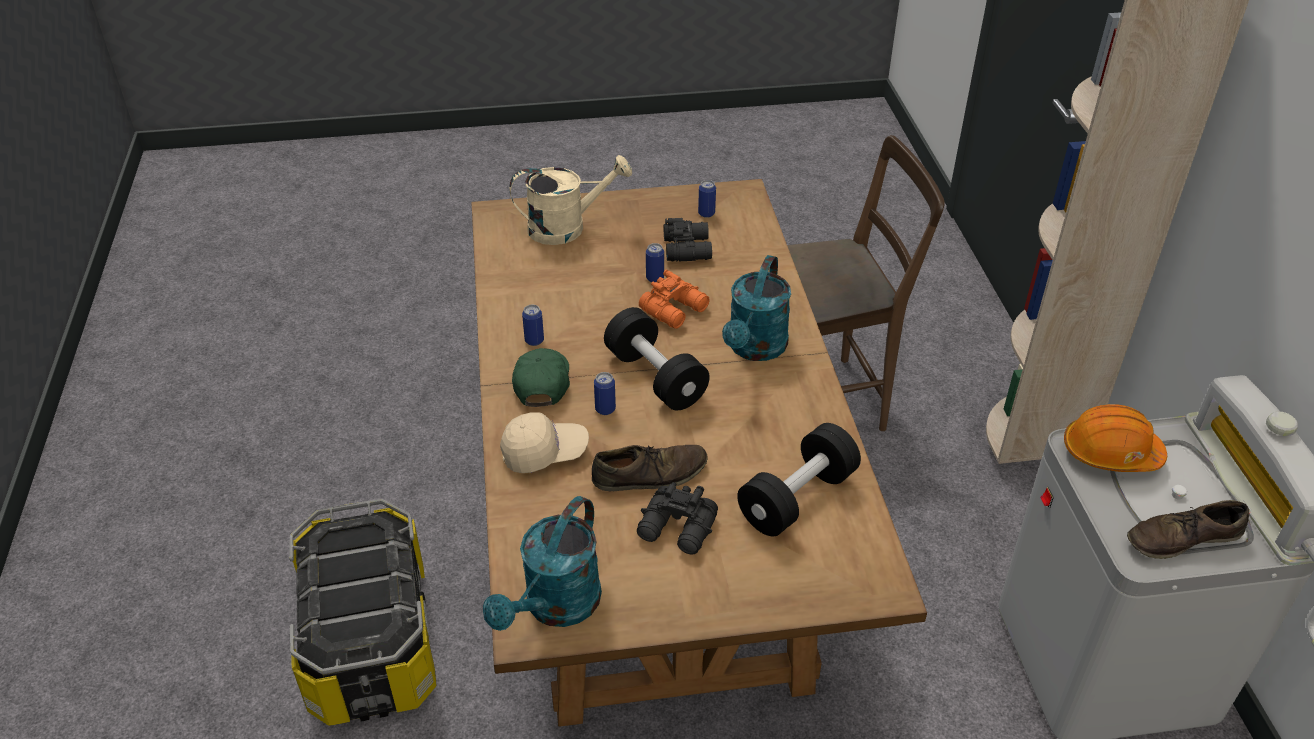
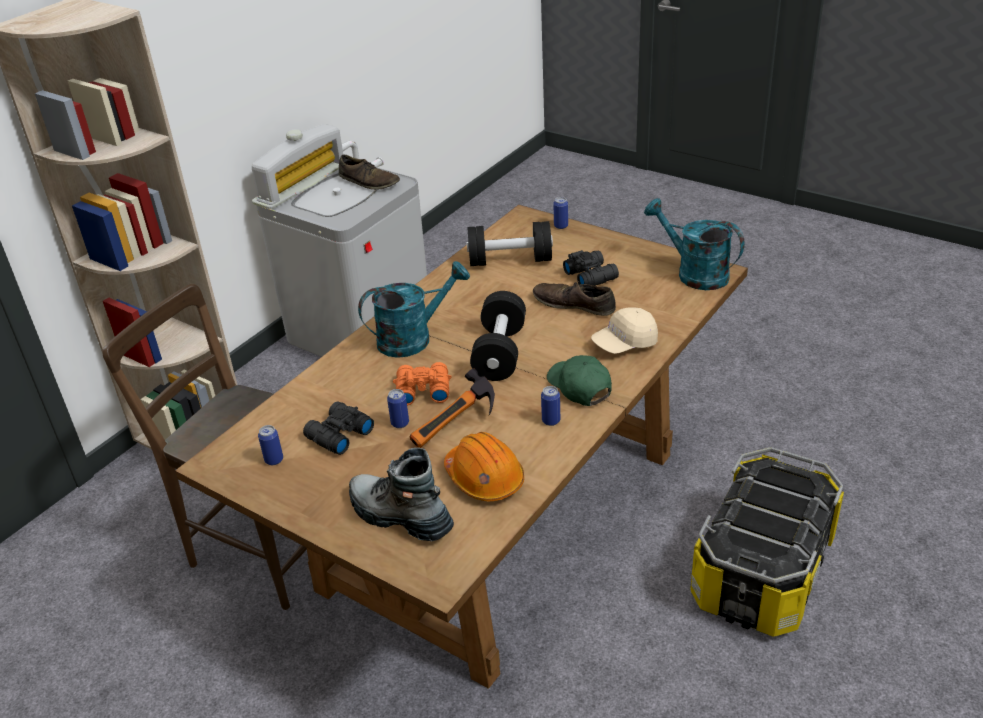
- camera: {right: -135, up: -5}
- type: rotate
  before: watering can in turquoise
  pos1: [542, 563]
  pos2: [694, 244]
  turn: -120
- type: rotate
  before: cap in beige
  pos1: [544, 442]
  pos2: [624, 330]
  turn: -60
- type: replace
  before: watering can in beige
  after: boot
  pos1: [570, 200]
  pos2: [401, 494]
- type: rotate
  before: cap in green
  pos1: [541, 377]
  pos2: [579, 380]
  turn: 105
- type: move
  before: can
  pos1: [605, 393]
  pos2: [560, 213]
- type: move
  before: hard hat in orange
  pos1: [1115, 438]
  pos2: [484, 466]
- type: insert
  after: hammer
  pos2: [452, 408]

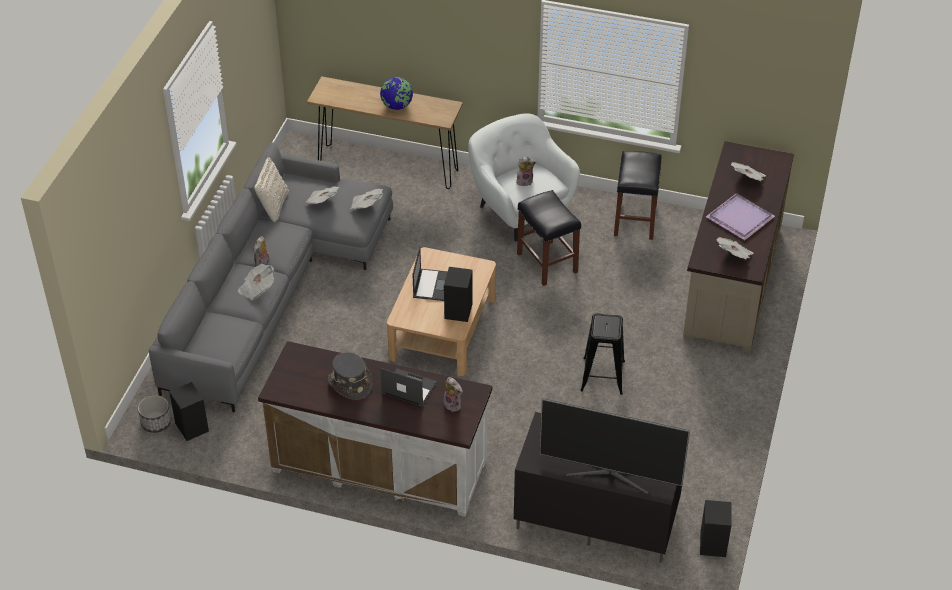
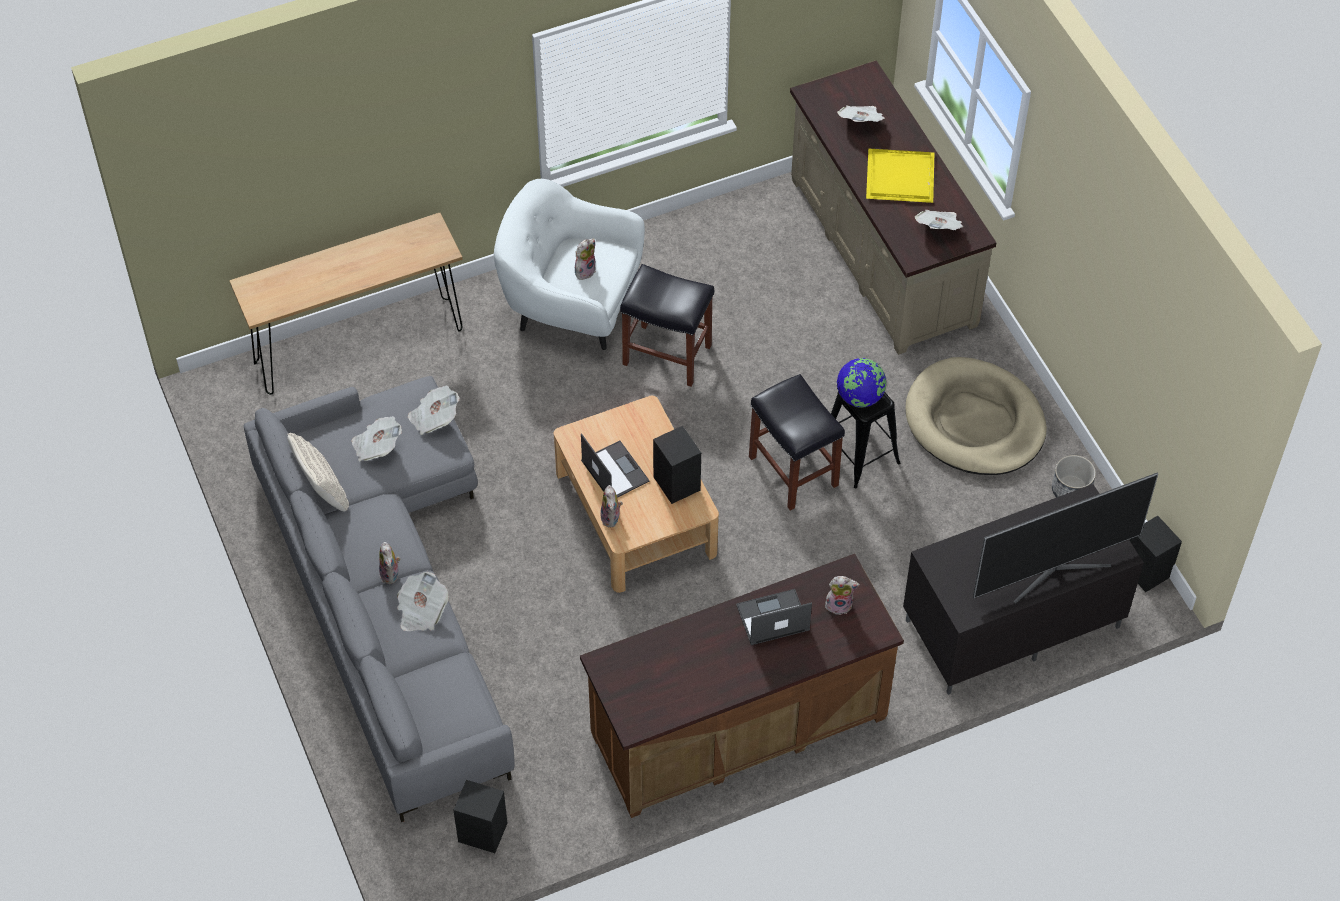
- camera: {right: -40, up: 10}
- type: move
  before: planter
  pos1: [154, 414]
  pos2: [1074, 476]
- type: recolor
  before: cabinet in white
  after: cabinet in brown
  pos1: [375, 429]
  pos2: [742, 686]
- type: delete
  before: hat in grey
  pos1: [350, 376]
- type: move
  before: globe
  pos1: [396, 93]
  pos2: [861, 383]
- type: move
  before: stool in black
  pos1: [638, 195]
  pos2: [797, 442]
- type: recolor
  before: tray in purple
  after: tray in yellow
  pos1: [740, 216]
  pos2: [900, 176]
- type: insert
  after: plush toy
  pos2: [611, 506]
- type: insert
  after: dog bed in beige
  pos2: [976, 416]

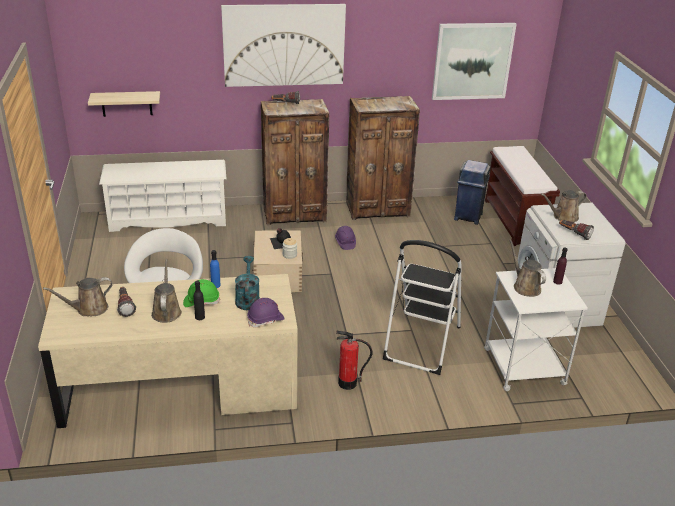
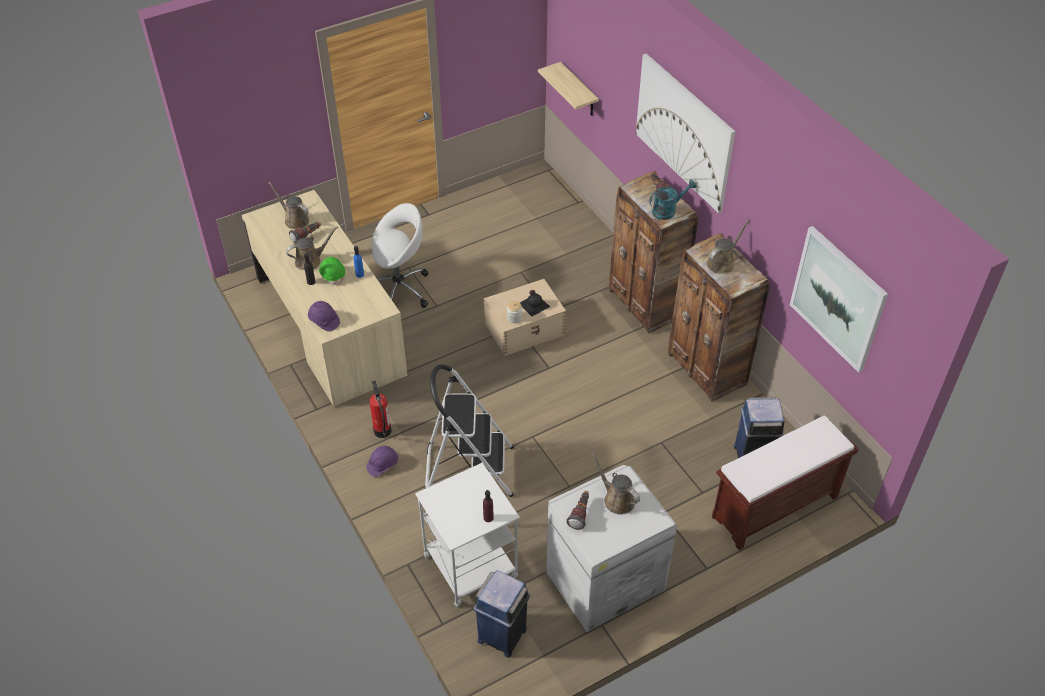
- camera: {right: 70, up: 15}
- type: delete
  before: shoe rack in white
  pos1: [162, 196]
- type: move
  before: watering can in turquoise
  pos1: [247, 283]
  pos2: [673, 200]
- type: move
  before: hard hat in purple
  pos1: [345, 238]
  pos2: [382, 461]
- type: move
  before: watering can in brown
  pos1: [527, 268]
  pos2: [728, 247]
- type: insert
  after: trash can in blue
  pos2: [501, 614]

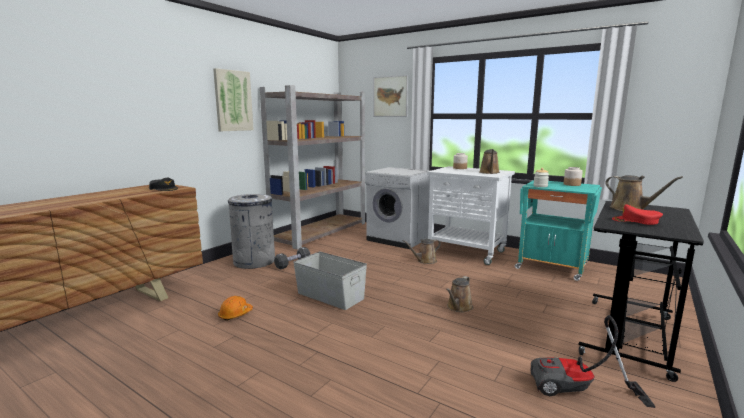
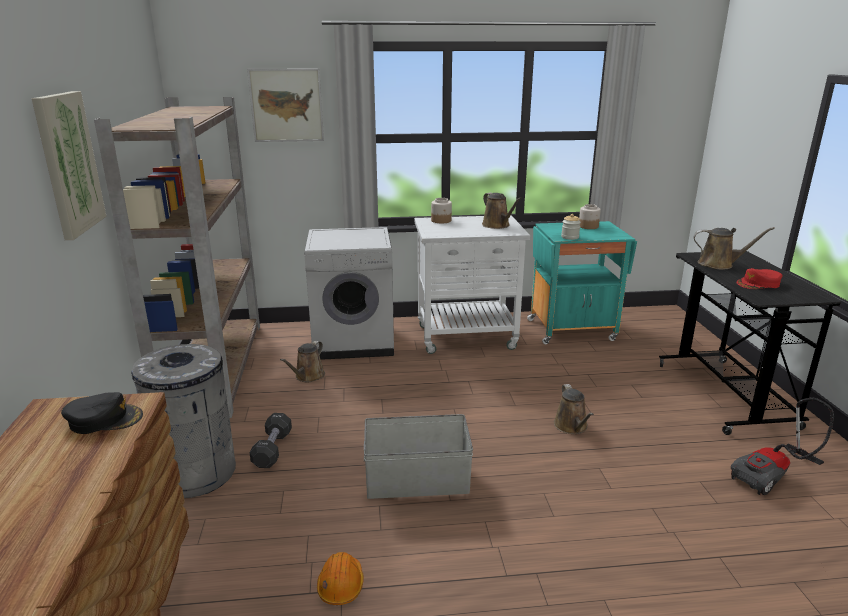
- camera: {right: -40, up: 10}
- type: move
  before: watering can in brown
  pos1: [422, 251]
  pos2: [302, 361]

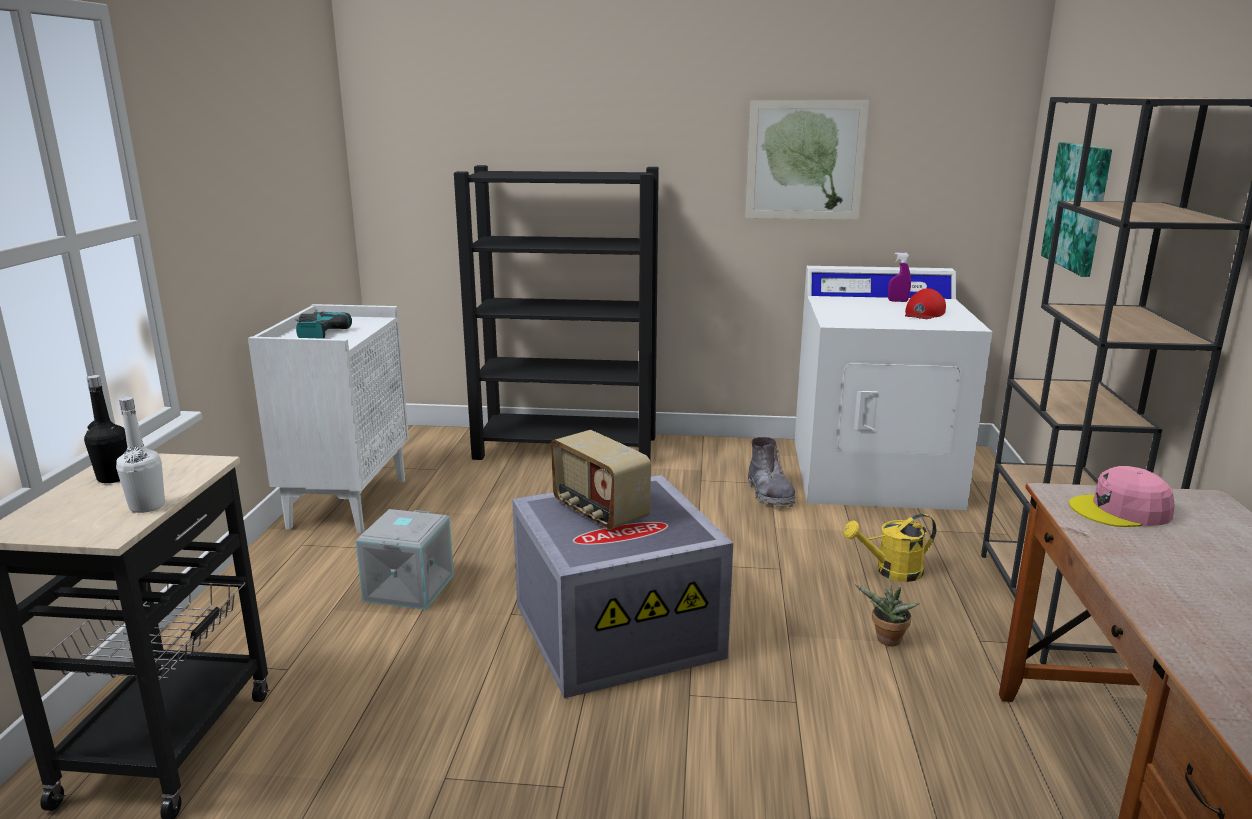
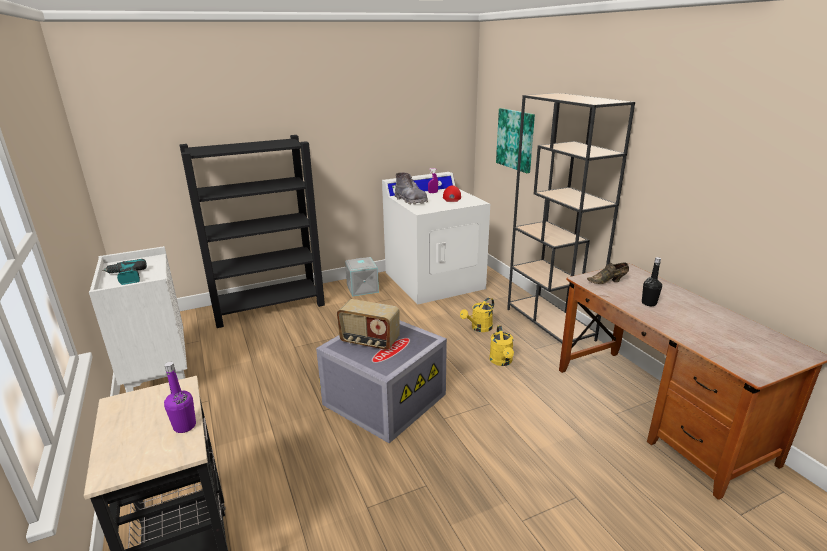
- camera: {right: -30, up: 5}
- type: move
  before: bottle in black
  pos1: [105, 429]
  pos2: [652, 281]
- type: recolor
  before: bottle in white
  after: bottle in purple
  pos1: [140, 455]
  pos2: [180, 397]
- type: move
  before: storage box in grey
  pos1: [405, 559]
  pos2: [362, 277]
- type: delete
  before: picture
  pos1: [807, 160]
- type: move
  before: boot in grey
  pos1: [772, 472]
  pos2: [411, 188]
- type: replace
  before: potted plant
  after: watering can in yellow
  pos1: [887, 615]
  pos2: [501, 346]
- type: replace
  before: cap in pink
  after: shoe in brown
  pos1: [1122, 496]
  pos2: [608, 273]

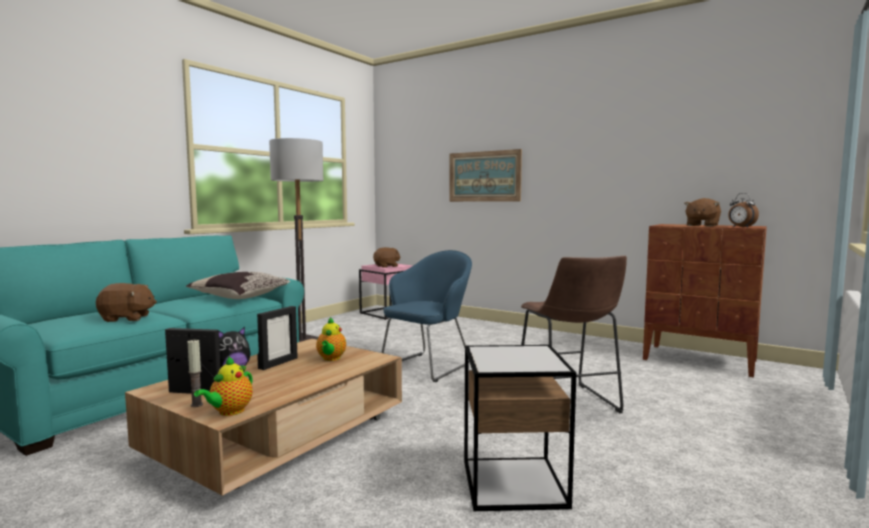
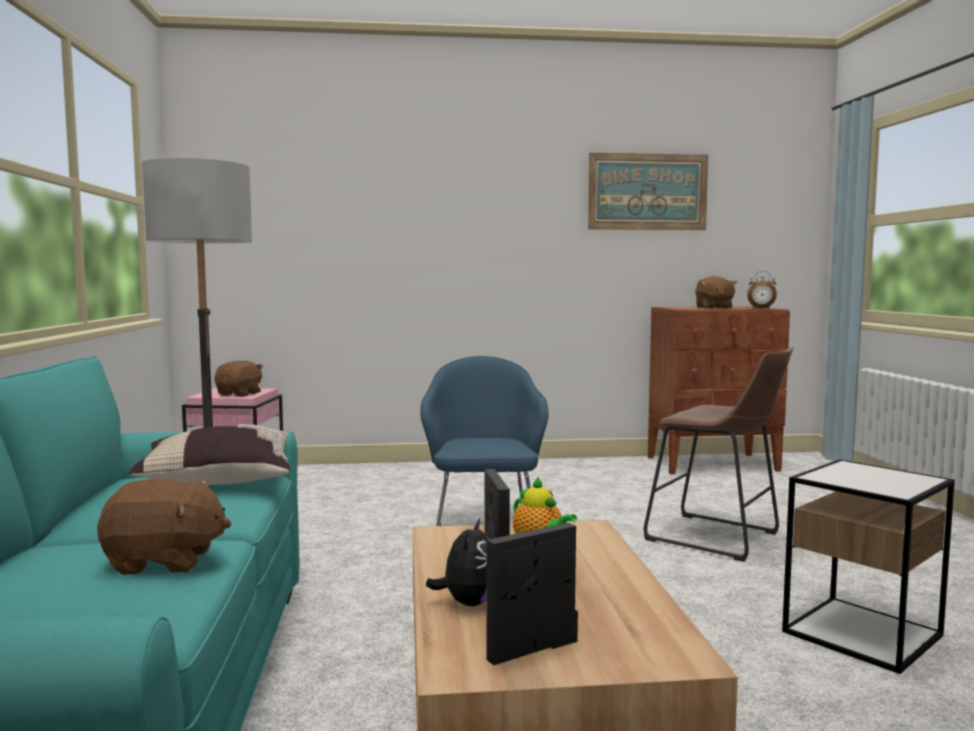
- camera: {right: -40, up: 0}
- type: rotate
  before: plush toy in brown
  pos1: [126, 302]
  pos2: [164, 527]
  turn: 45
- type: delete
  before: candle
  pos1: [195, 373]
- type: delete
  before: teapot
  pos1: [223, 386]
- type: move
  before: picture
  pos1: [485, 175]
  pos2: [648, 191]

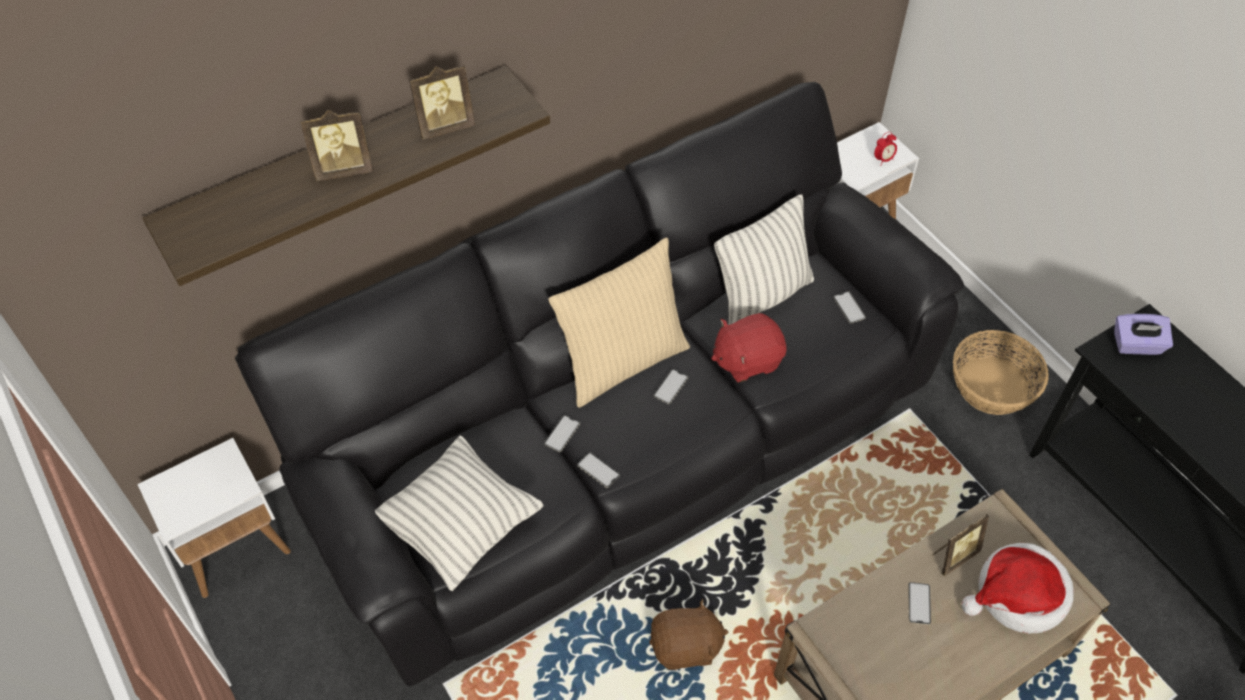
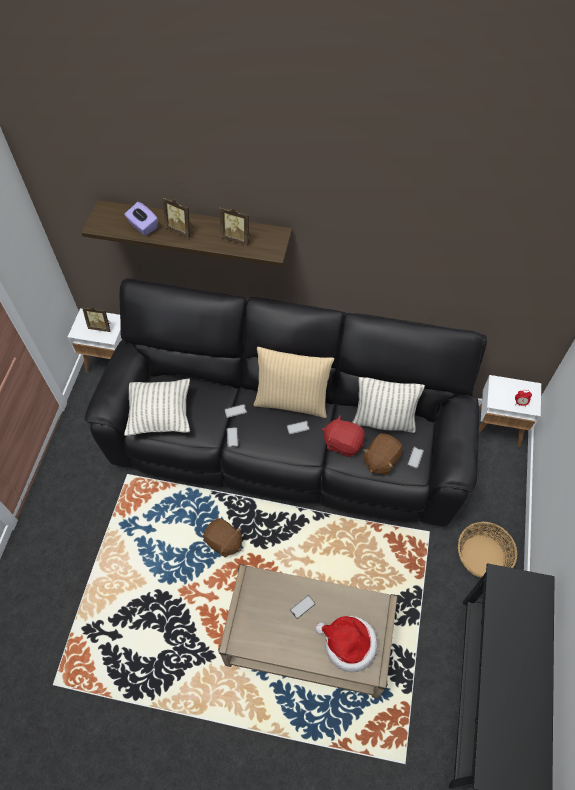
- camera: {right: 45, up: 5}
- type: move
  before: picture frame
  pos1: [960, 545]
  pos2: [96, 319]
- type: move
  before: tissue box in purple
  pos1: [1143, 334]
  pos2: [141, 219]
- type: insert
  after: plush toy in brown
  pos2: [383, 454]

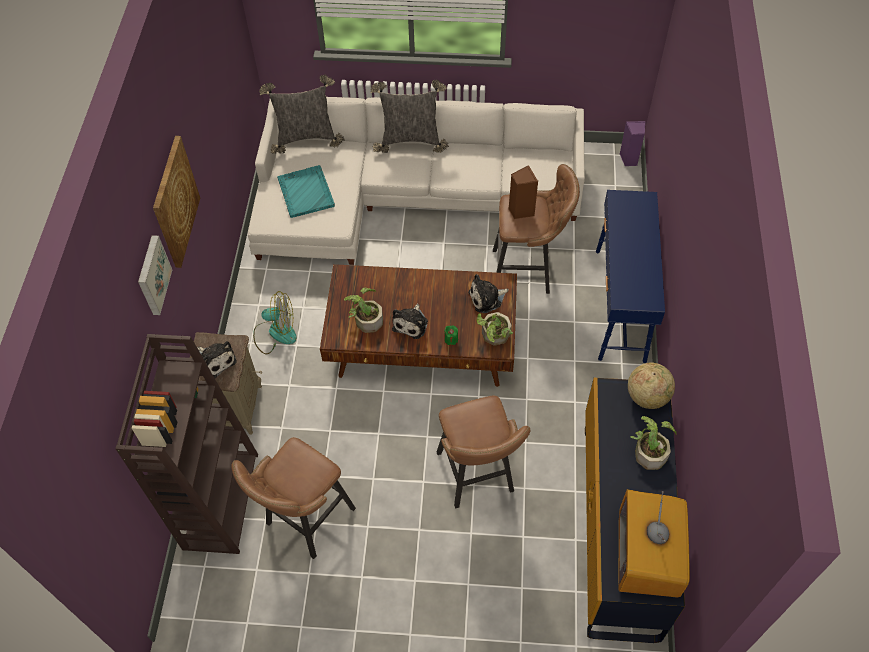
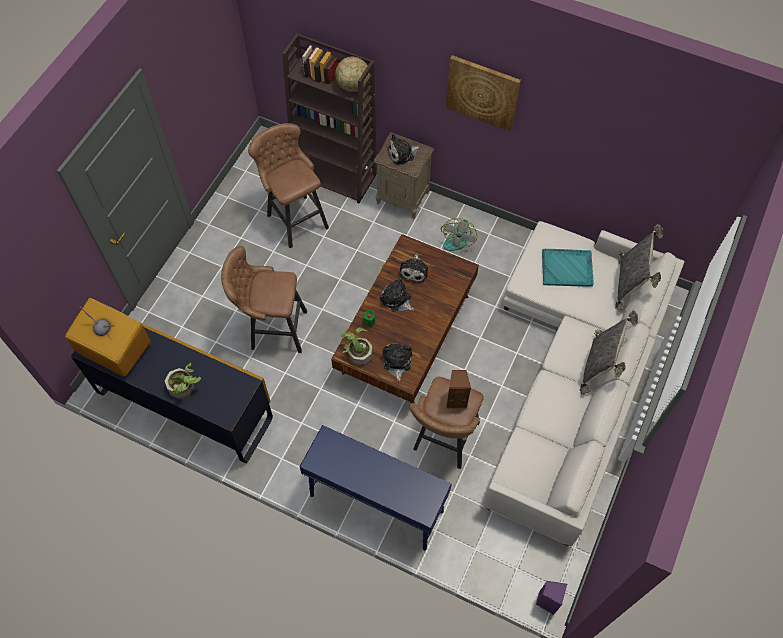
- camera: {right: 110, up: 5}
- type: delete
  before: picture
  pos1: [155, 275]
- type: replace
  before: potted plant
  after: plush toy
  pos1: [363, 310]
  pos2: [414, 268]
- type: move
  before: globe
  pos1: [651, 385]
  pos2: [352, 74]

